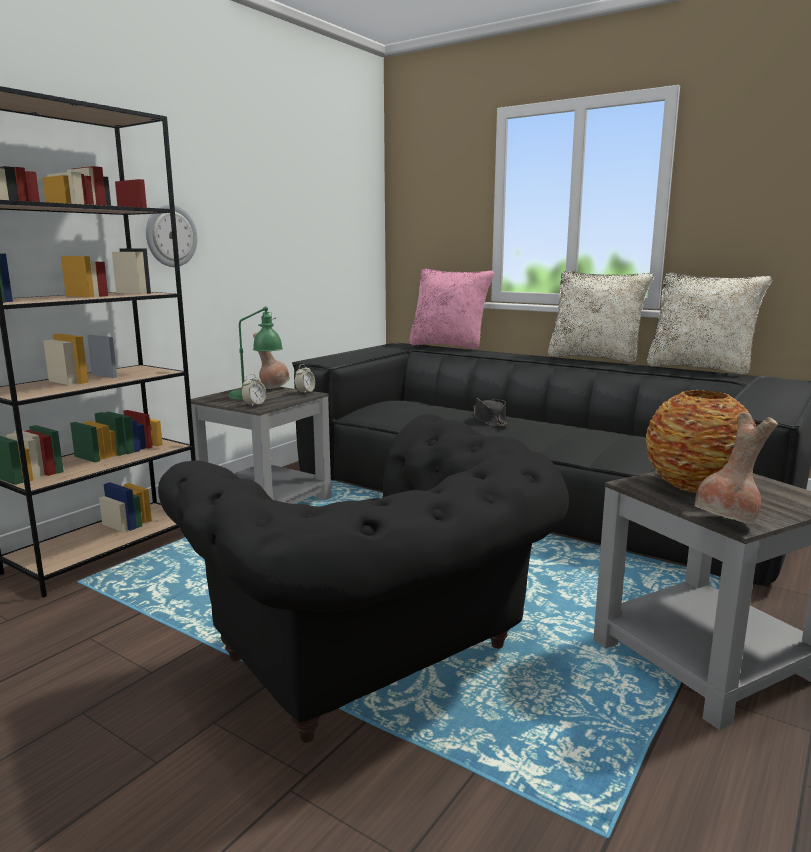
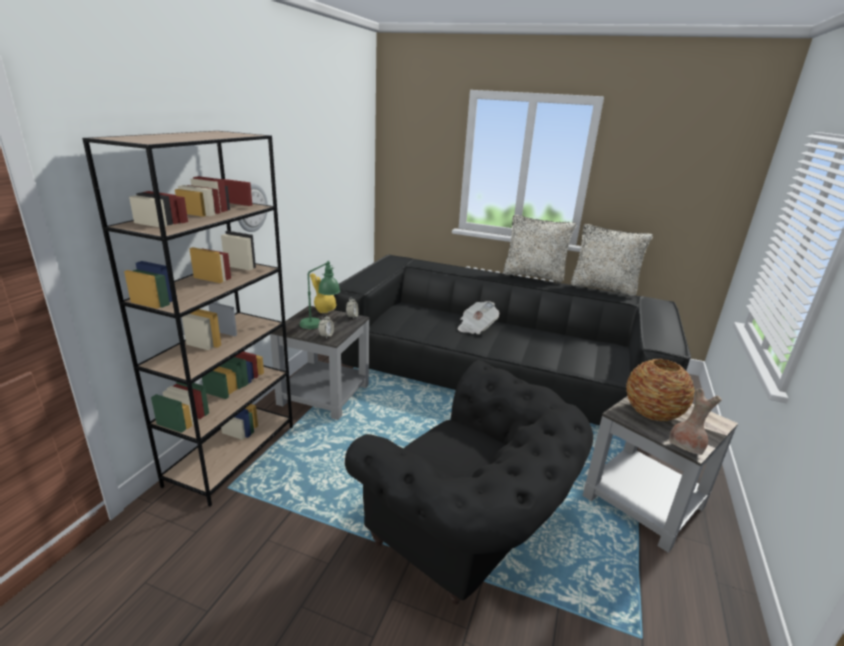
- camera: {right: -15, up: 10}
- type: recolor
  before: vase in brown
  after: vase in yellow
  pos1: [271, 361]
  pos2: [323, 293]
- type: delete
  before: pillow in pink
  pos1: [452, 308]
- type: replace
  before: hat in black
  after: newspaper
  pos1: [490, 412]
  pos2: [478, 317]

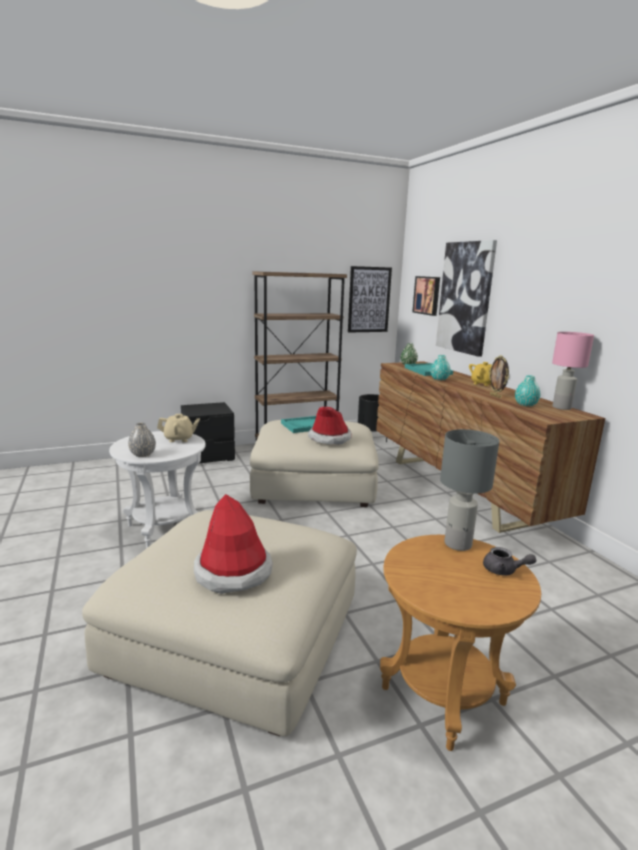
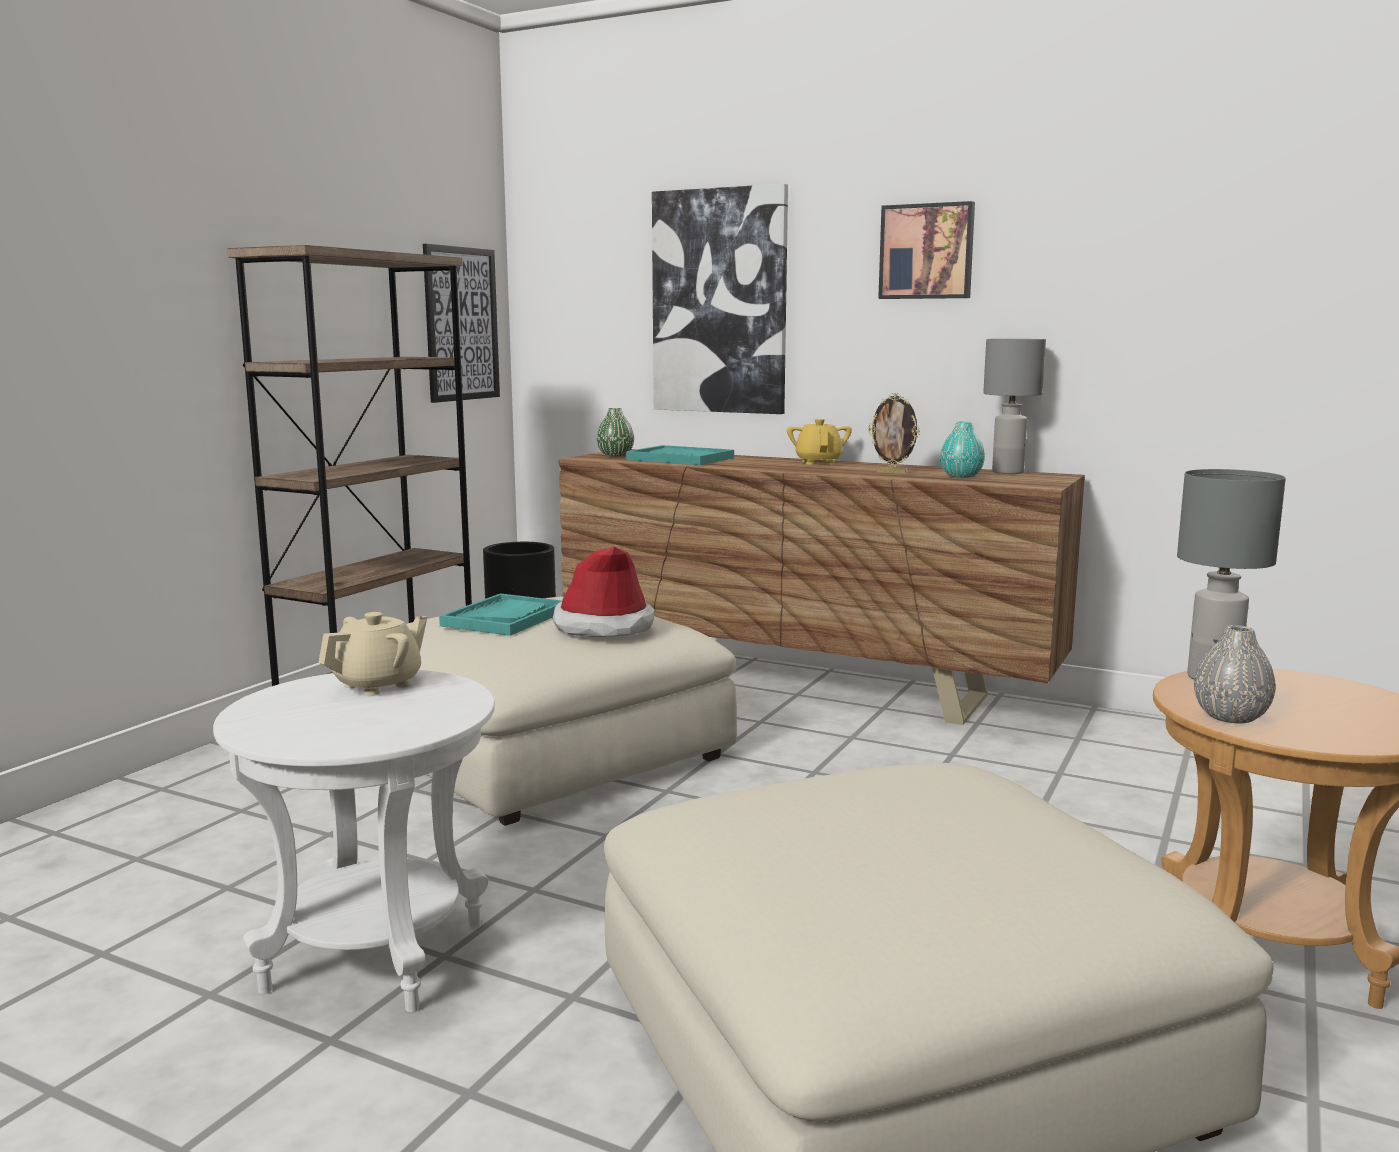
- camera: {right: -40, up: -5}
- type: move
  before: vase in grey
  pos1: [142, 440]
  pos2: [1235, 674]
- type: delete
  before: nightstand in black
  pos1: [208, 432]
- type: delete
  before: hat
  pos1: [233, 544]
- type: move
  before: picture
  pos1: [426, 296]
  pos2: [926, 250]
- type: delete
  before: vase in turquoise
  pos1: [441, 368]
- type: delete
  before: teapot in grey
  pos1: [509, 561]
- type: recolor
  before: table lamp in pink
  after: table lamp in grey
  pos1: [573, 371]
  pos2: [1014, 406]

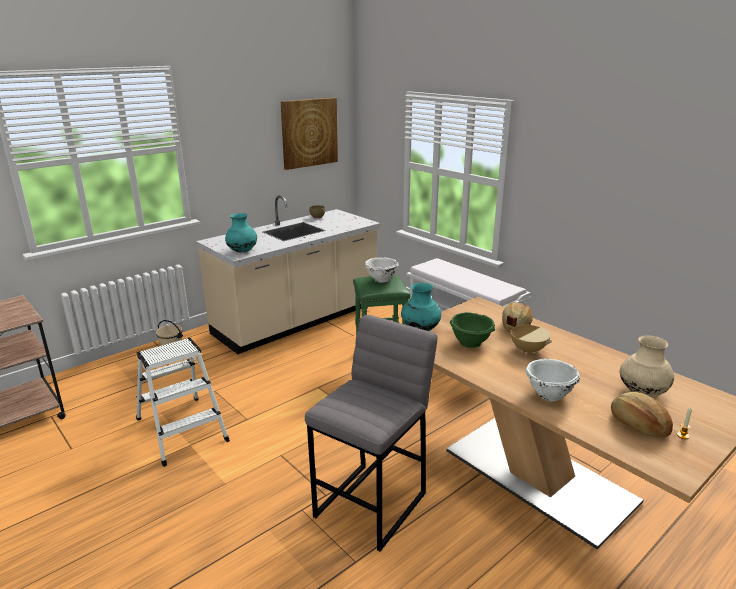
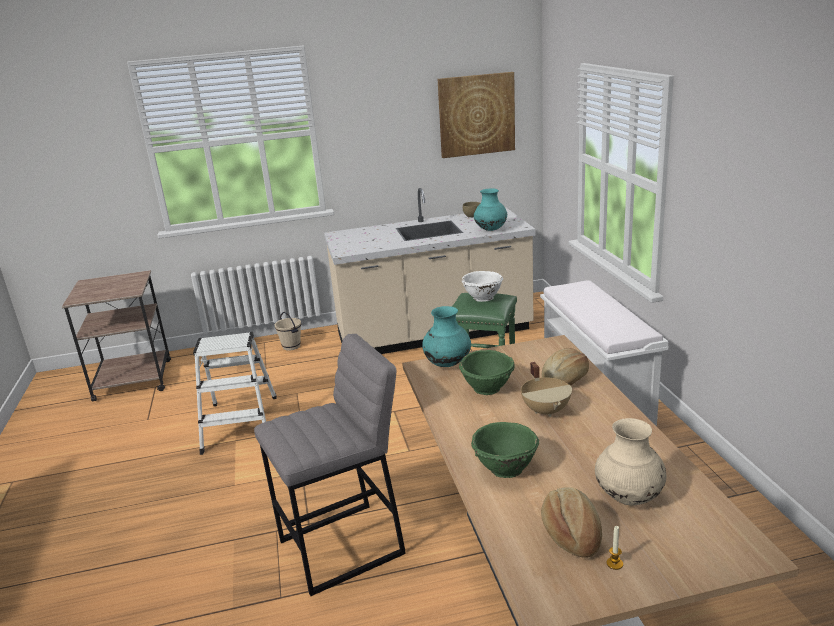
- camera: {right: 30, up: 0}
- type: move
  before: vase in turquoise
  pos1: [241, 233]
  pos2: [490, 209]
- type: recolor
  before: bowl in white
  after: bowl in green
  pos1: [553, 380]
  pos2: [505, 450]

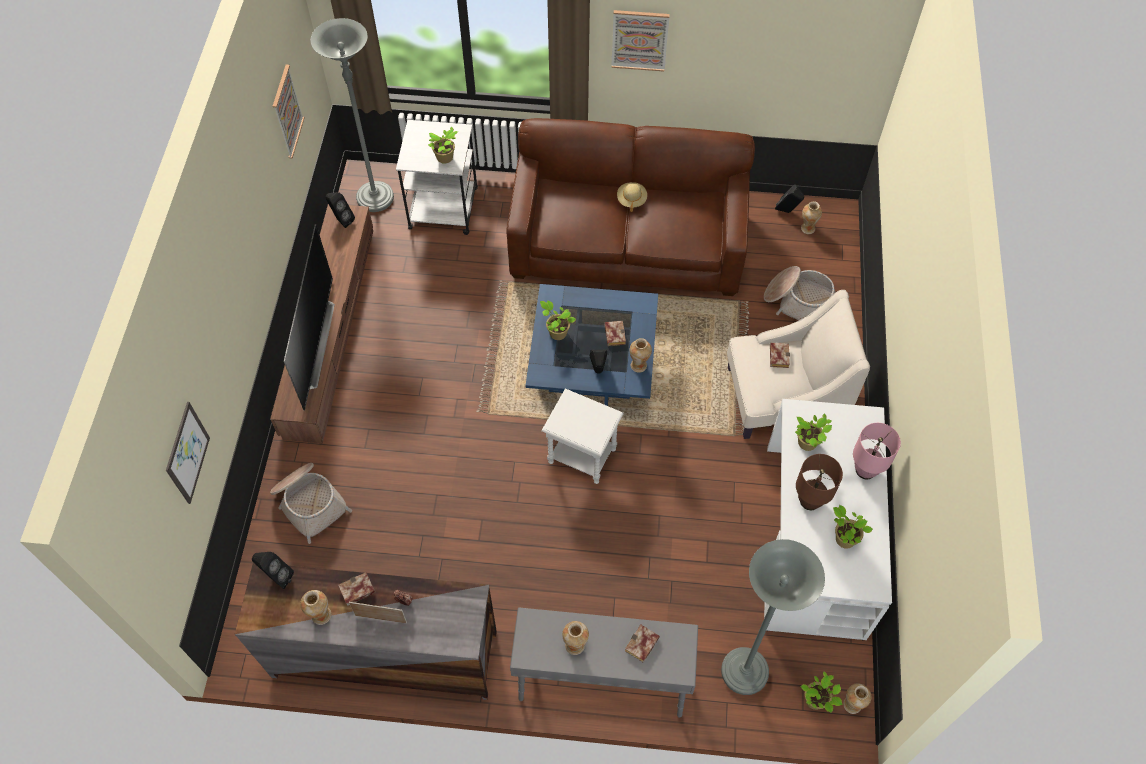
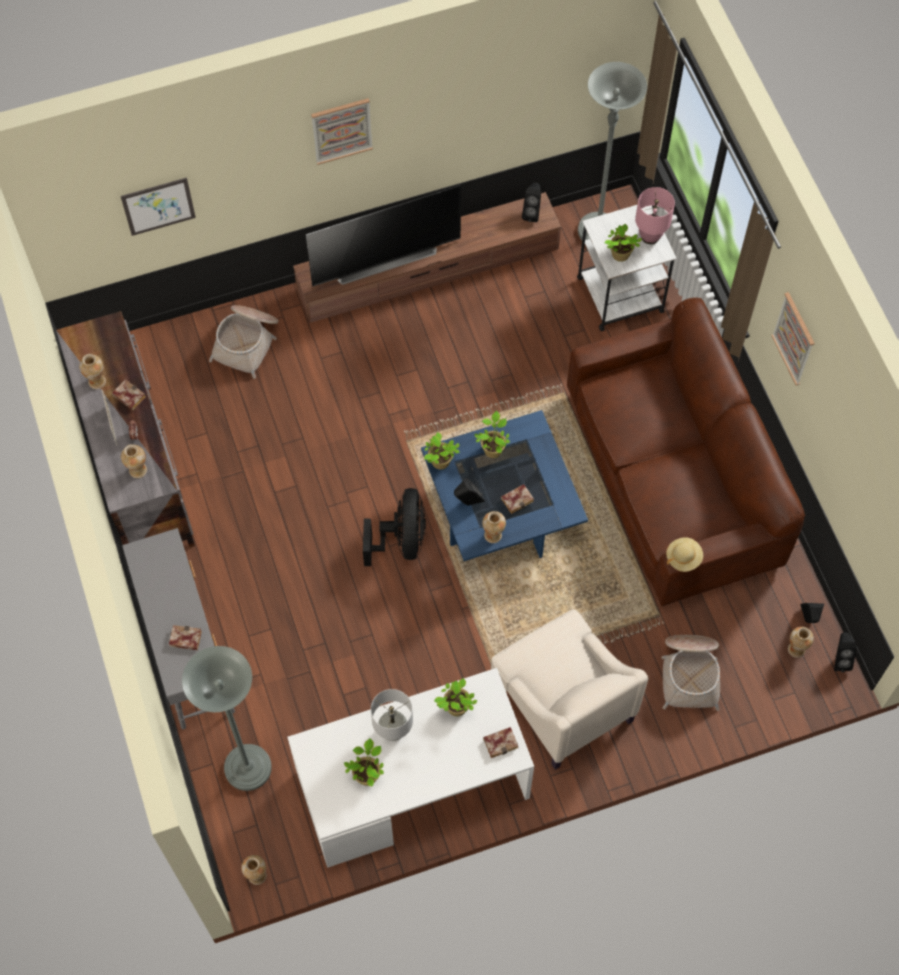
- camera: {right: 65, up: 5}
- type: move
  before: speaker in black
  pos1: [273, 570]
  pos2: [845, 652]
- type: move
  before: picture
  pos1: [289, 112]
  pos2: [342, 131]
- type: replace
  before: side table in white
  after: fan in black
  pos1: [582, 436]
  pos2: [394, 527]
- type: move
  before: vase
  pos1: [575, 638]
  pos2: [134, 461]
- type: move
  before: hat in beige
  pos1: [632, 197]
  pos2: [684, 554]
- type: move
  before: book
  pos1: [780, 355]
  pos2: [500, 742]
- type: recolor
  before: table lamp in brown
  after: table lamp in white
  pos1: [819, 482]
  pos2: [392, 715]
- type: move
  before: potted plant
  pos1: [821, 692]
  pos2: [441, 450]
- type: move
  before: table lamp in pink
  pos1: [877, 451]
  pos2: [655, 215]

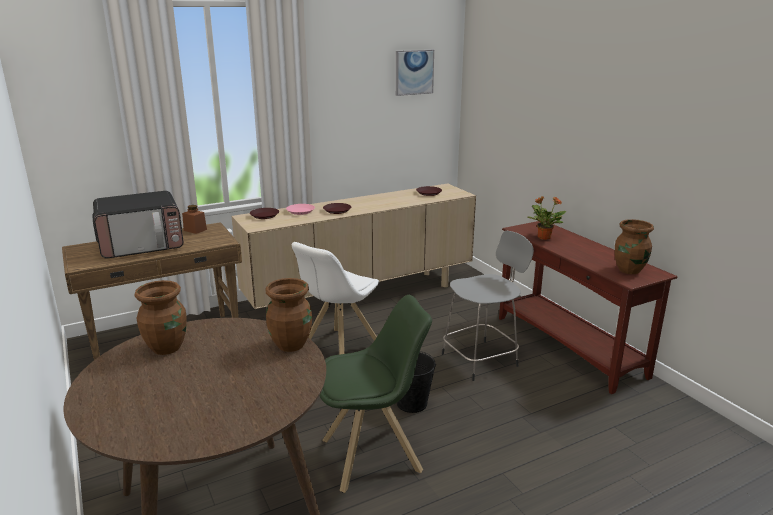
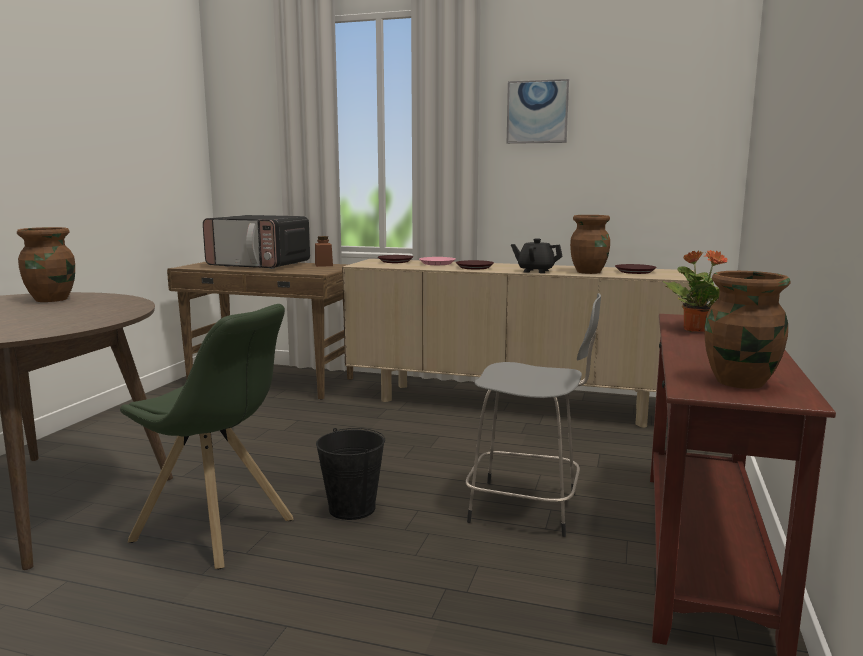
- camera: {right: 45, up: -10}
- type: move
  before: vase in brown
  pos1: [289, 315]
  pos2: [590, 244]
- type: delete
  before: chair in white
  pos1: [335, 298]
- type: move
  before: picture
  pos1: [415, 73]
  pos2: [538, 111]
- type: insert
  after: teapot in black
  pos2: [537, 256]

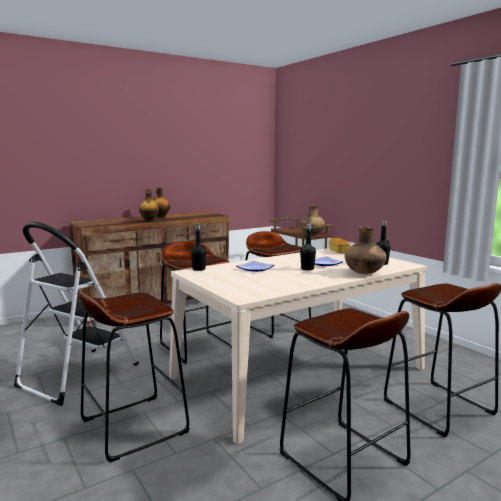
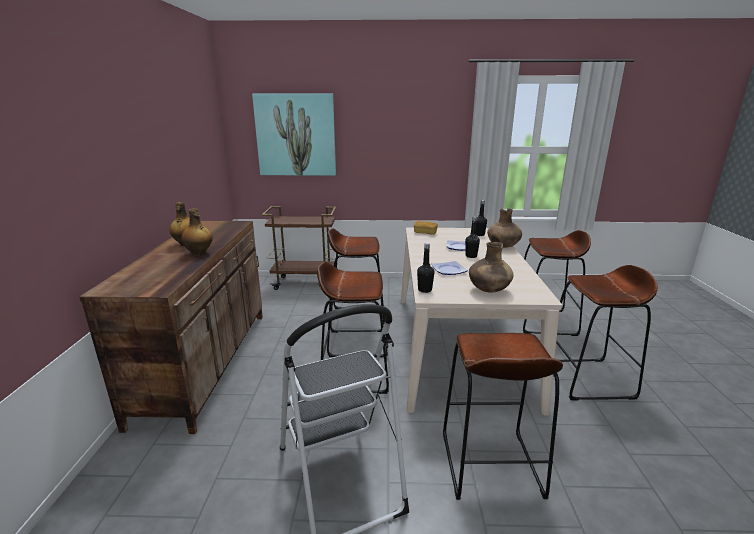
- camera: {right: -55, up: 10}
- type: move
  before: vase in brown
  pos1: [312, 219]
  pos2: [491, 267]
- type: insert
  after: picture
  pos2: [294, 135]

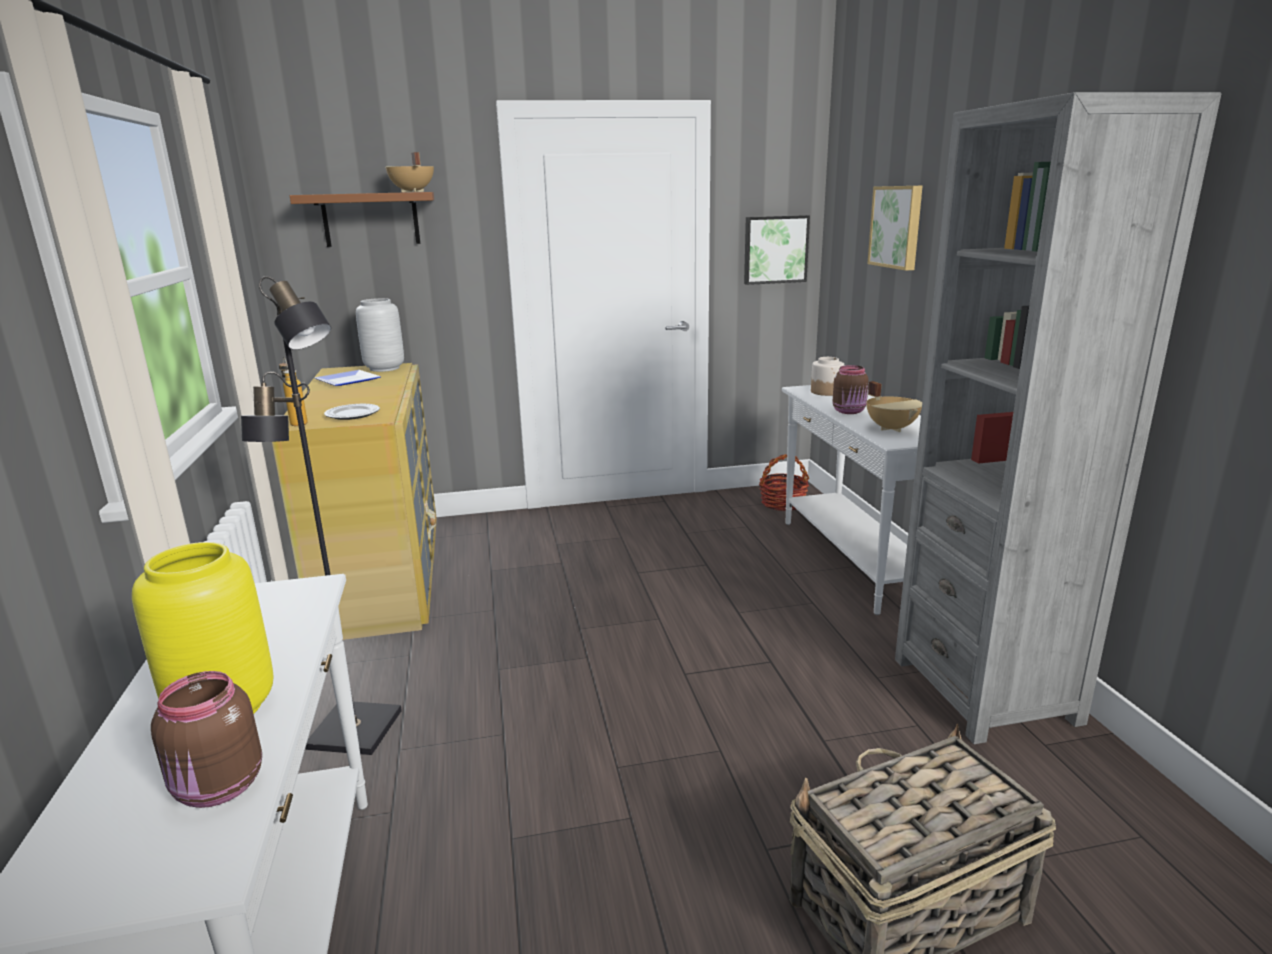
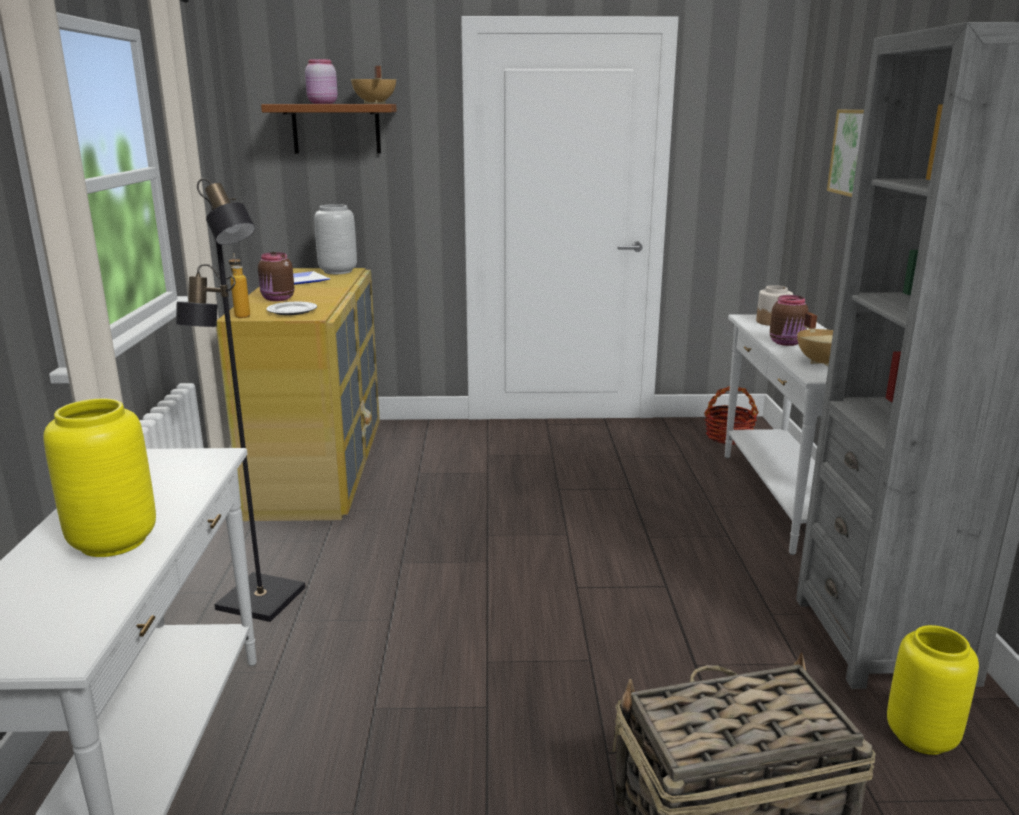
- camera: {right: 10, up: 0}
- type: move
  before: jar in brown
  pos1: [206, 739]
  pos2: [276, 276]
- type: delete
  before: picture
  pos1: [777, 250]
- type: insert
  after: jar in pink
  pos2: [321, 81]
- type: insert
  after: vase in yellow
  pos2: [933, 690]

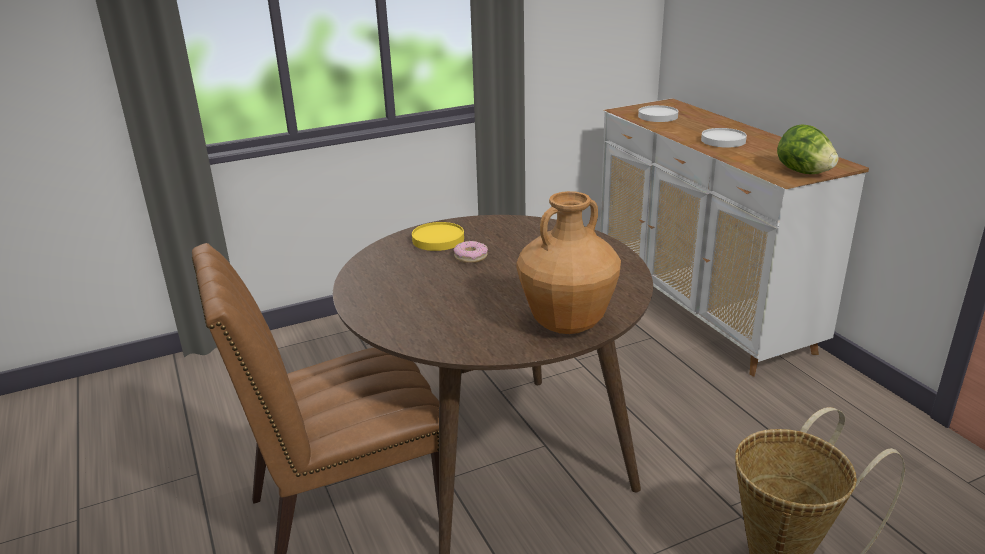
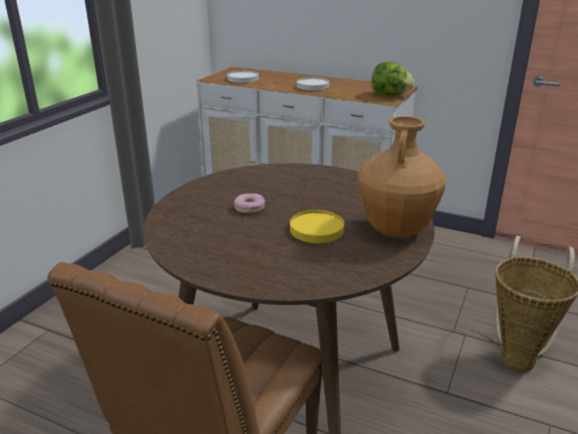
- camera: {right: -40, up: 0}
- type: move
  before: plate in yellow
  pos1: [438, 236]
  pos2: [317, 226]

